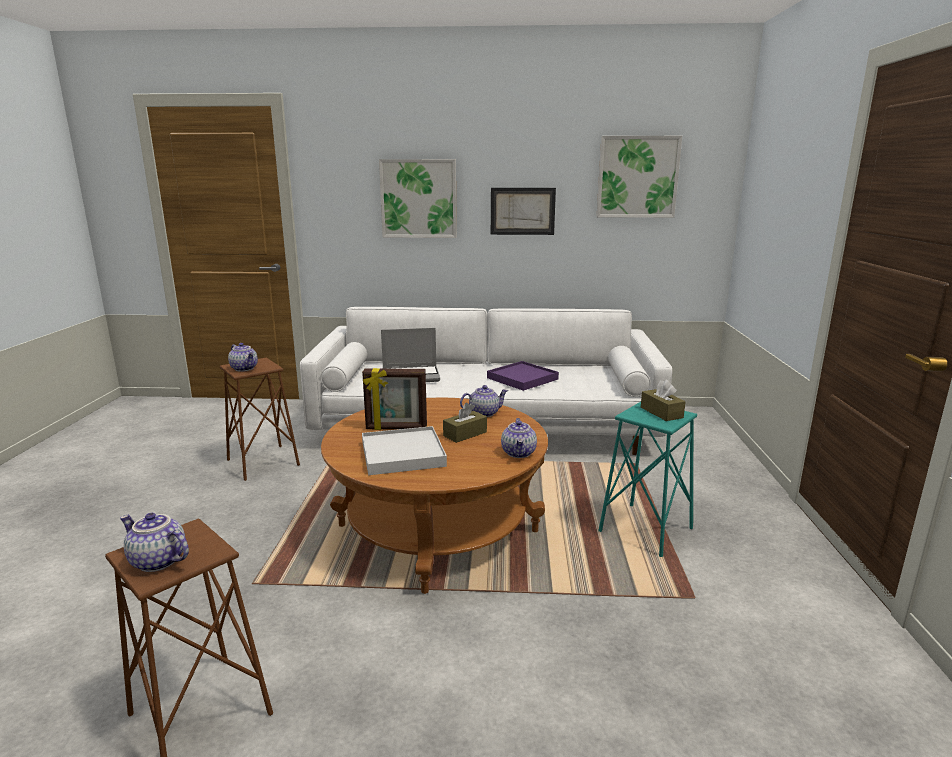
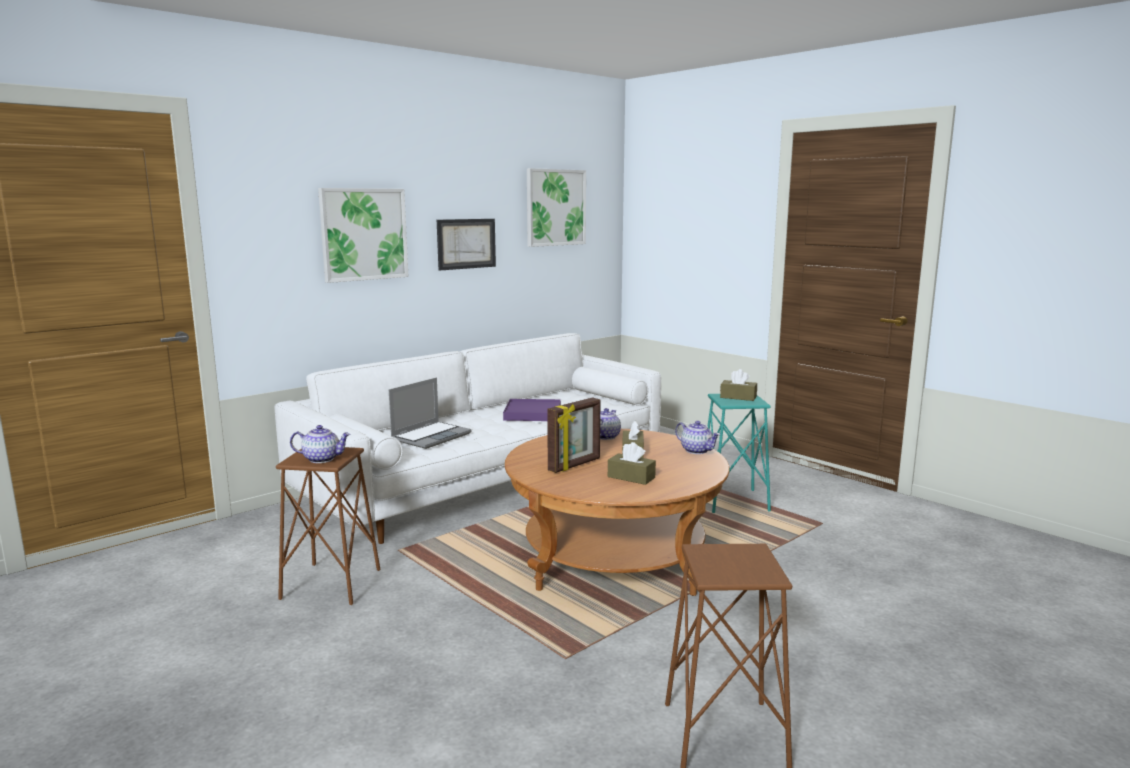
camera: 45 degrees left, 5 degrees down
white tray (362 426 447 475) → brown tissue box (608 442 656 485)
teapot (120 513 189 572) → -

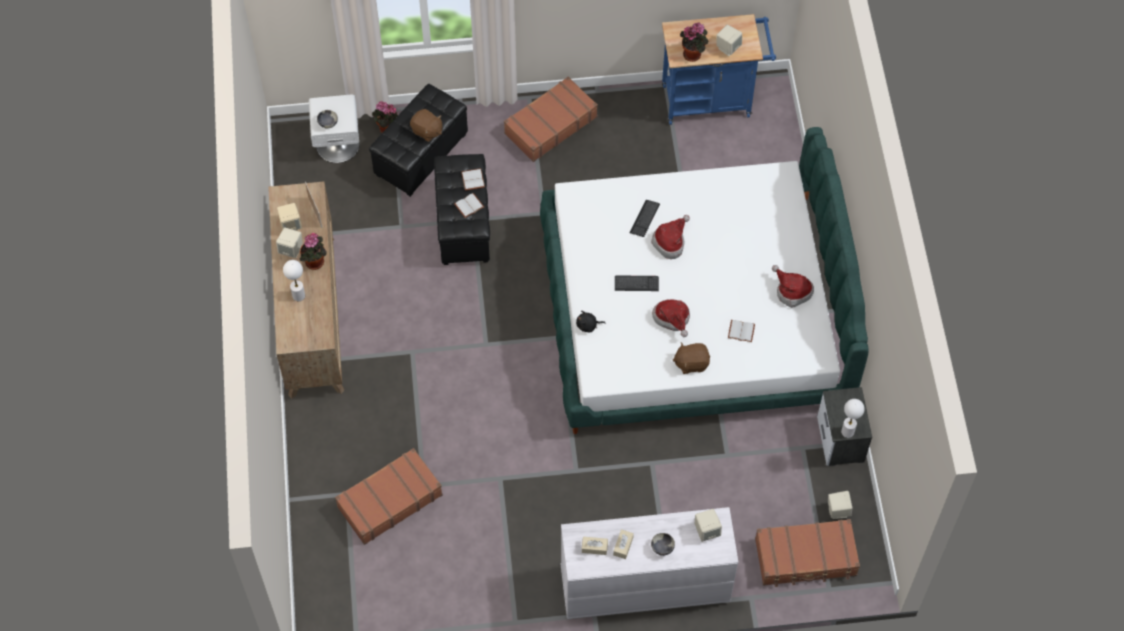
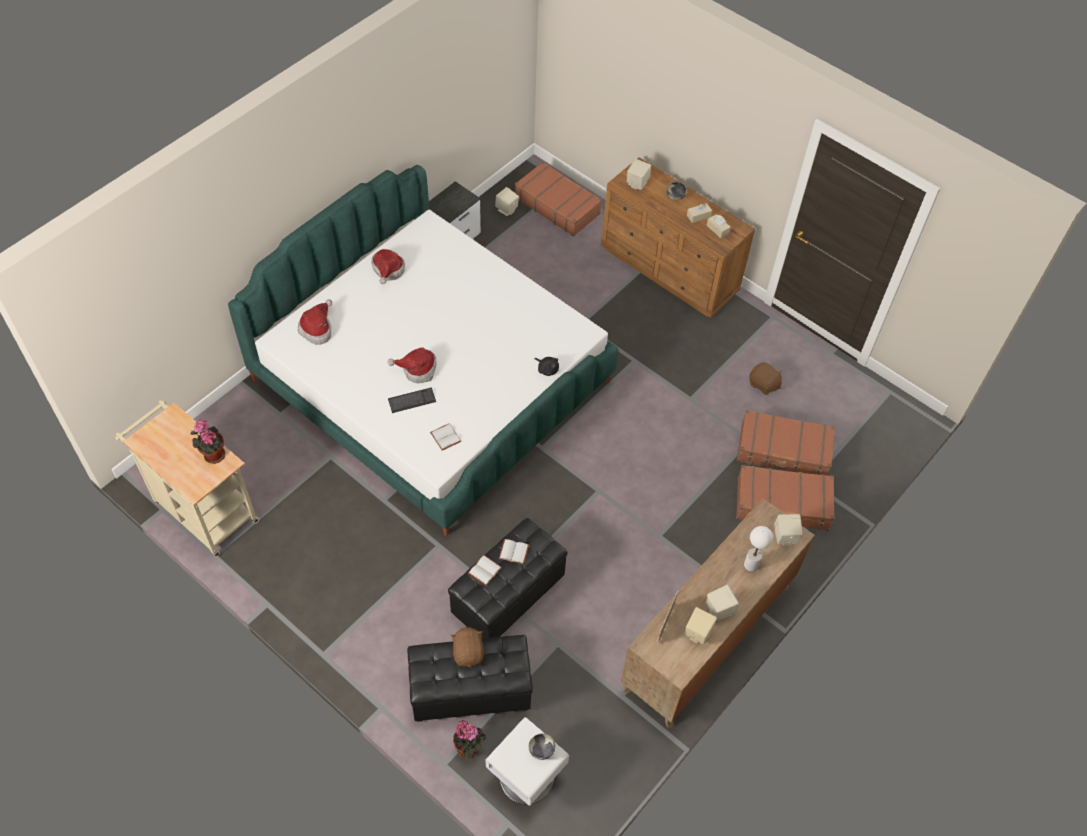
camera: 135 degrees left, 5 degrees down
blue cart (662 14 776 125) → beige cart (115 400 259 557)
beige speaker (716 25 742 56) → beige speaker (774 514 803 546), moved
brown suitcase (504 76 598 162) → brown suitcase (736 465 835 531), moved
potted plant (299 233 327 270) → -
keyboard (615 275 659 291) → -
hat (652 300 690 337) → hat (298 299 332 345), moved
white book (728 320 755 342) → white book (430 423 461 451), moved
brown plush toy (672 342 710 374) → brown plush toy (749 362 782 395), moved
white table lamp (841 399 865 438) → -
white dresser (561 507 738 619) → brown dresser (601 157 755 318)

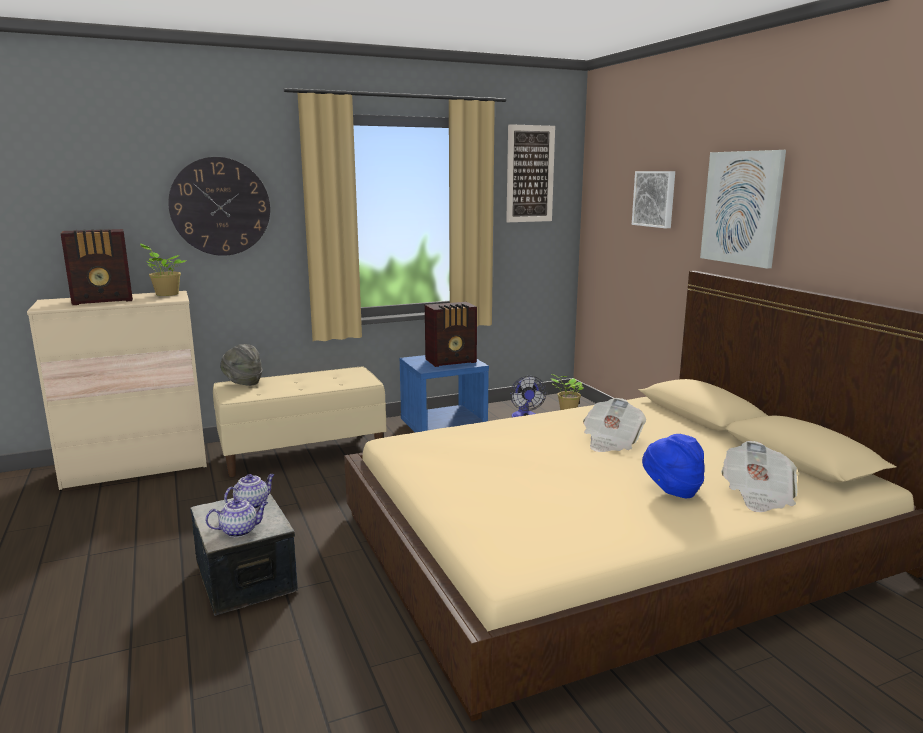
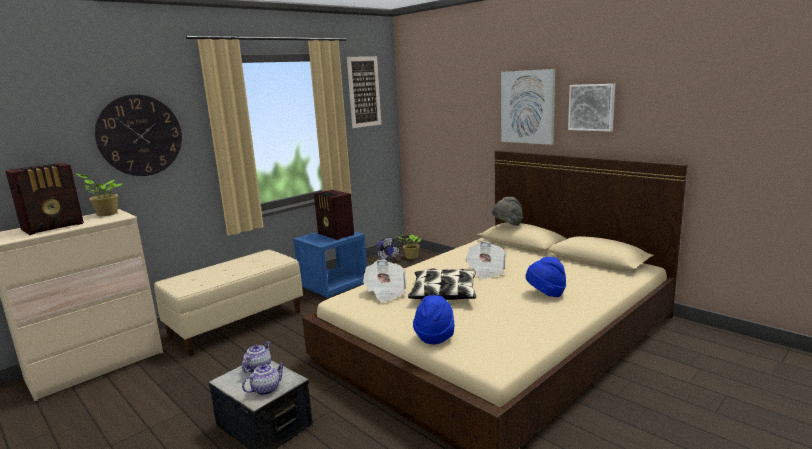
camera: 20 degrees left, 0 degrees up
picture (632 171 675 228) → picture (568 84 615 132), moved
radio (425 302 477 367) → radio (314 190 354 240), 90 degrees clockwise
grey hat (220 344 263 386) → grey hat (492 197 523 226), moved
newspaper (721 441 797 512) → newspaper (362 259 407 302), moved
- → pillow (408 268 476 300)
- → blue hat (413 295 454 344)

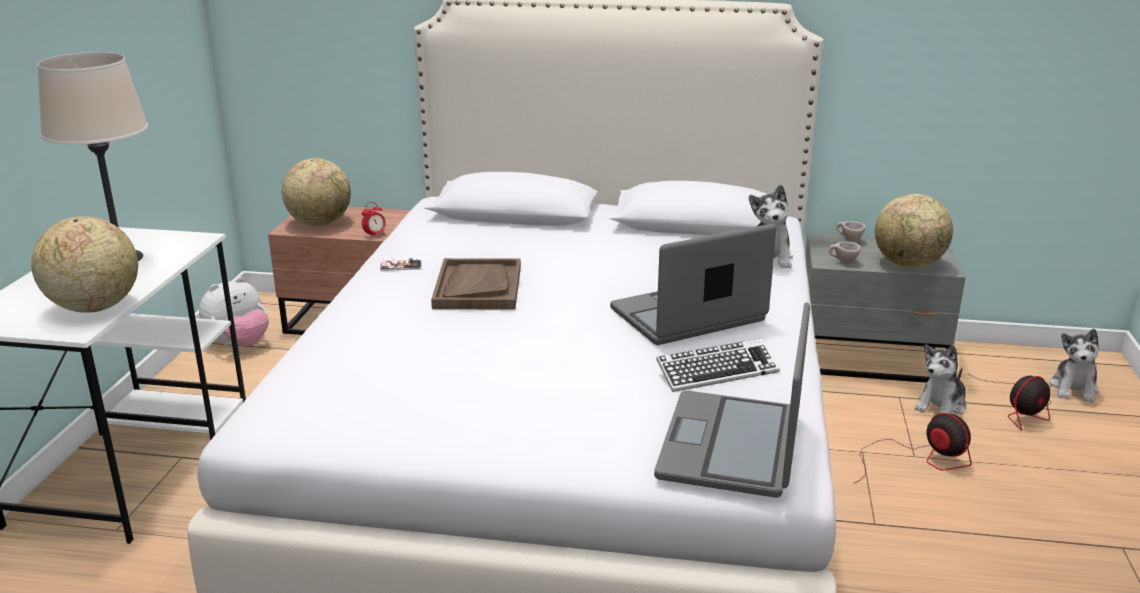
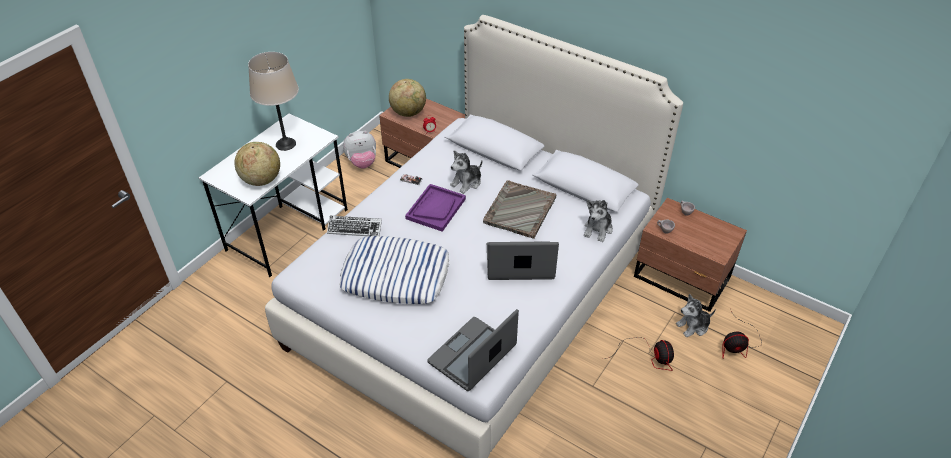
camera: 25 degrees right, 20 degrees up
globe (875 194 953 268) → -
grey nightstand (805 232 966 383) → brown nightstand (634 198 747 312)
brown tray (431 258 521 310) → purple tray (405 184 466 232)
plush toy (1050 329 1099 403) → plush toy (450 150 482 194), moved
keyboard (656 338 780 392) → keyboard (327 216 382 236), moved
- → grey tray (483 180 556 239)
- → pillow (339 236 449 304)

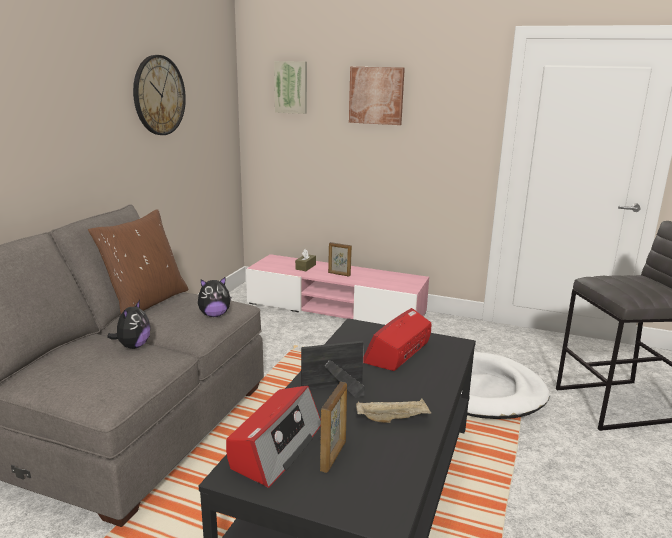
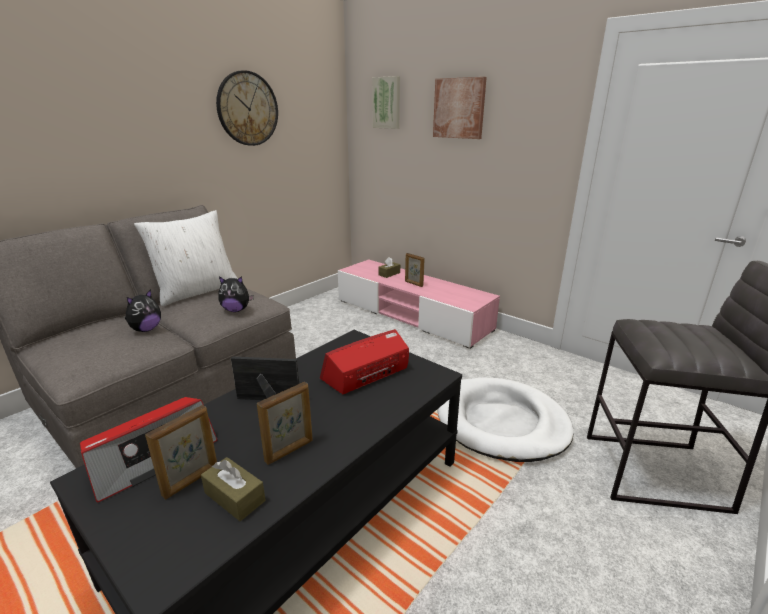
camera: 20 degrees right, 5 degrees up
brown pillow (88 209 189 314) → white pillow (134 210 238 307)
beige tray (356 399 431 423) → picture frame (257 382 313 465)
- → brown tissue box (201 457 266 521)

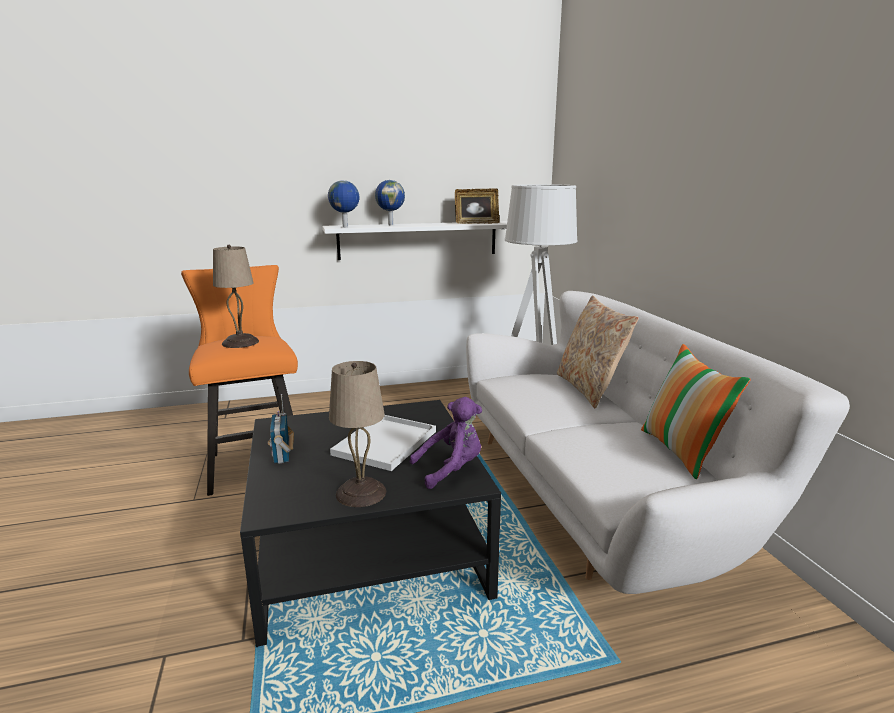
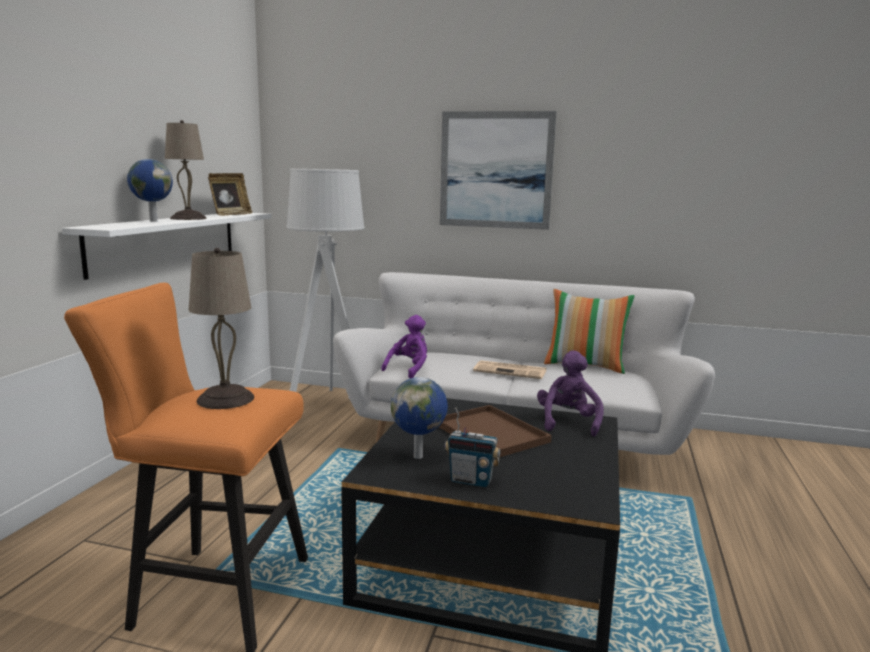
camera: 60 degrees left, 5 degrees down
globe (328 180 359 228) → globe (391 377 448 459), moved
beige pillow (557 295 639 408) → -
beige table lamp (329 361 386 507) → beige table lamp (165 120 207 220), moved
white tray (330 415 436 471) → brown tray (439 405 552 459)
- → picture (440 111 557 230)
- → purple plush toy (381 315 427 379)
- → newspaper (473 360 546 379)

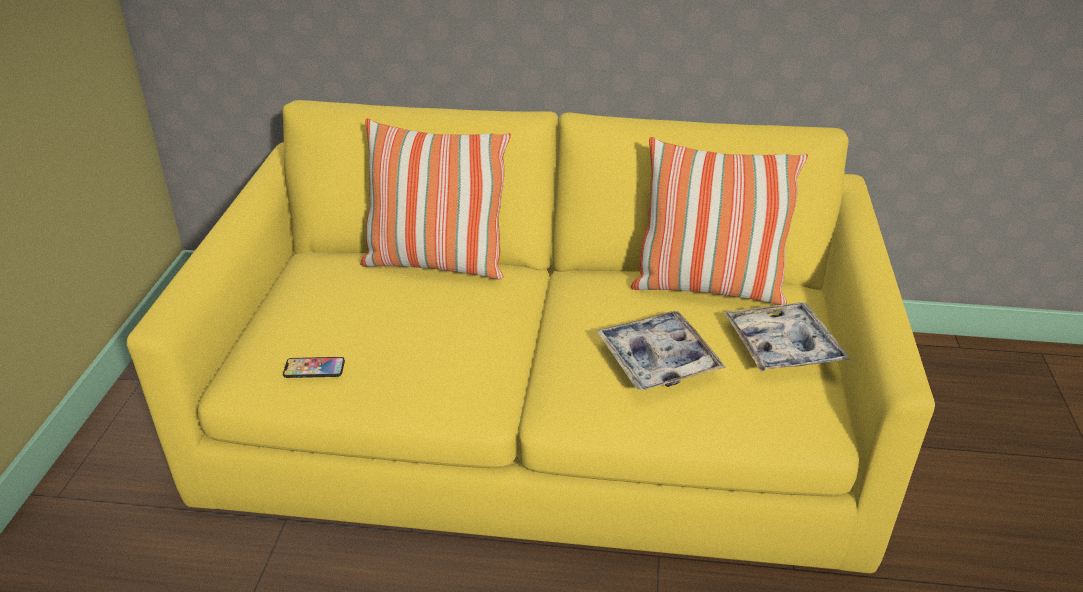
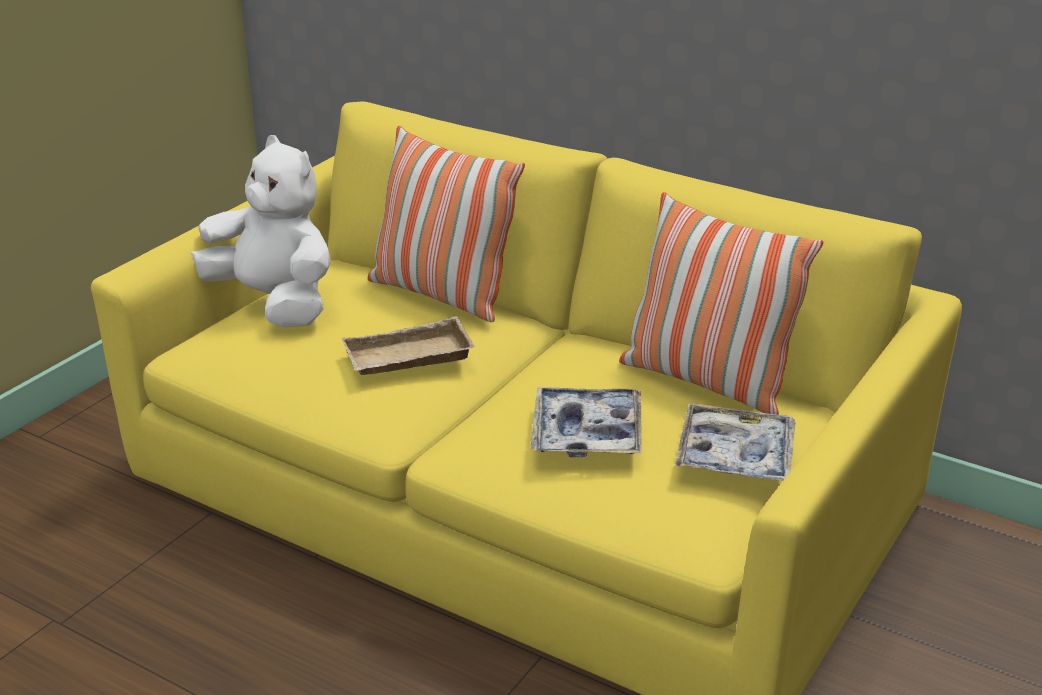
camera: 25 degrees right, 5 degrees down
phone (283 357 345 378) → -
- → white plush toy (190 135 331 328)
- → beige tray (341 316 475 375)

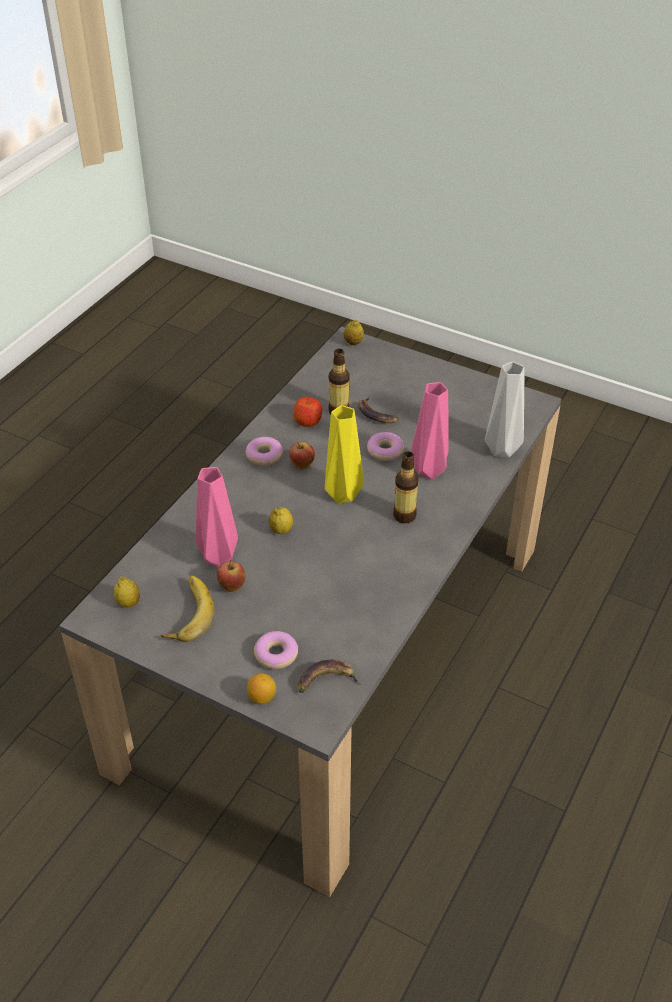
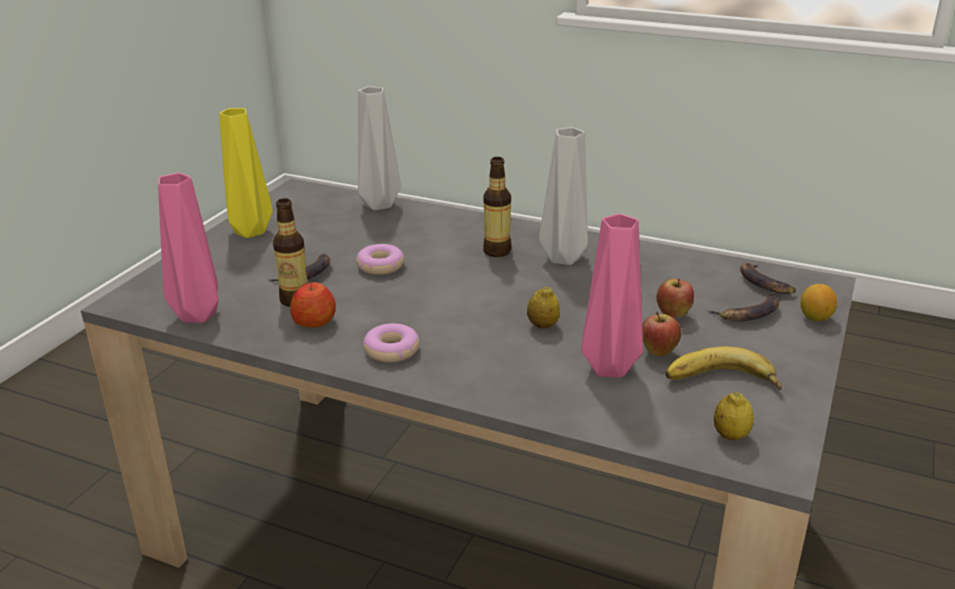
camera: 95 degrees left, 15 degrees down
lemon (344 320 364 345) → -
pink vase (411 382 449 479) → pink vase (158 173 218 323), moved
yellow vase (325 405 364 503) → yellow vase (219 108 273 238), moved
apple (289 442 315 469) → apple (657 278 694 317), moved
donut (254 631 298 669) → banana (707 295 779 321)
- → grey vase (539 127 588 265)

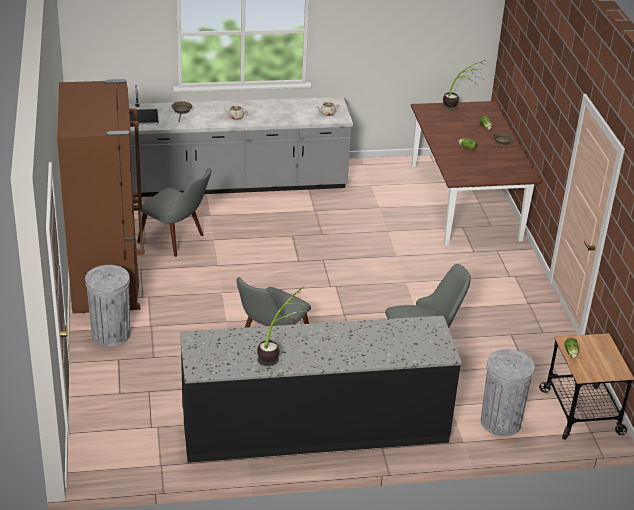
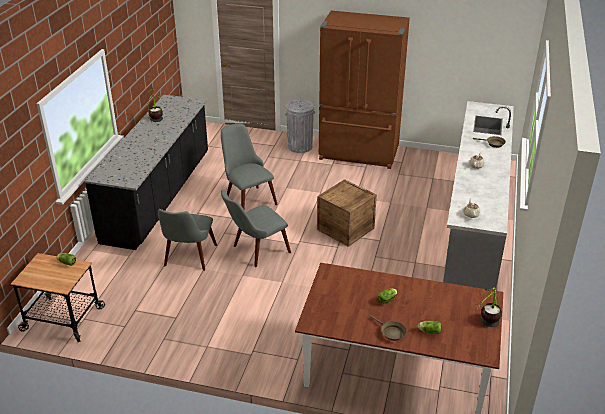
camera: 115 degrees right, 0 degrees up
grey chair (137 168 211 257) → grey chair (221 190 291 267), moved
grey trash can (481 349 535 436) → -
- → crate (317 179 377 247)

